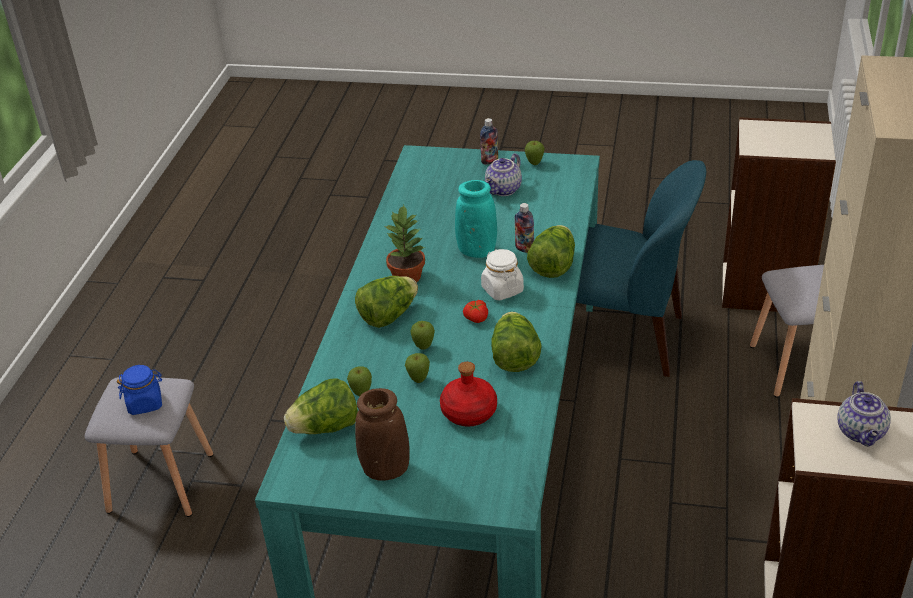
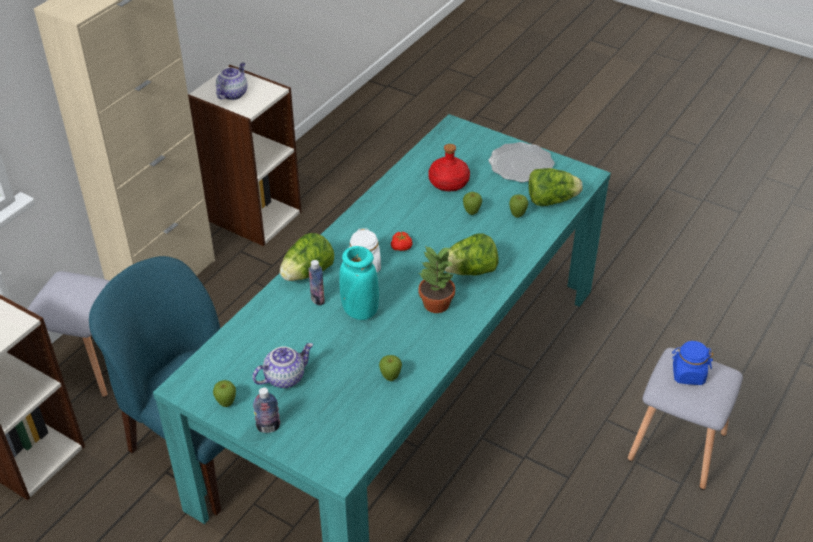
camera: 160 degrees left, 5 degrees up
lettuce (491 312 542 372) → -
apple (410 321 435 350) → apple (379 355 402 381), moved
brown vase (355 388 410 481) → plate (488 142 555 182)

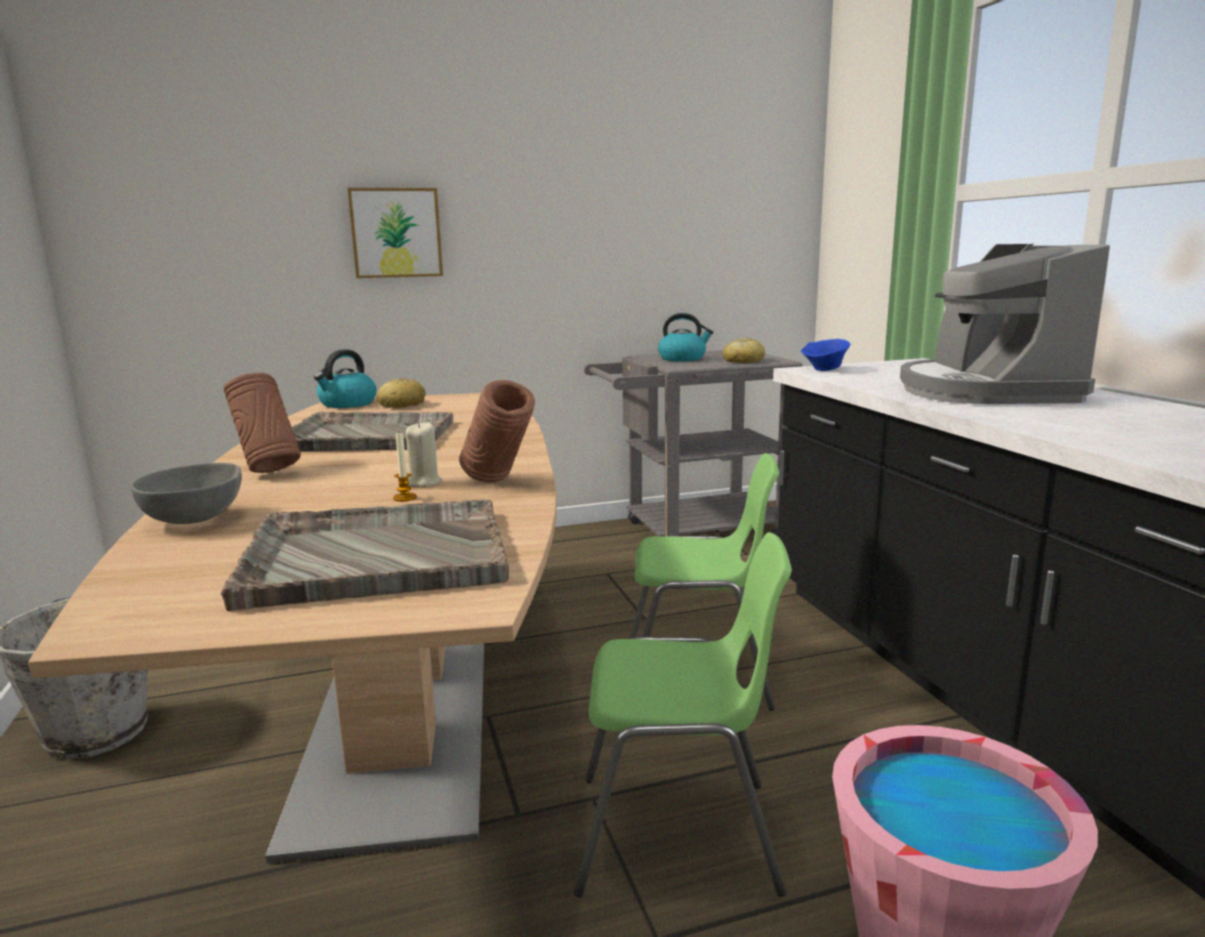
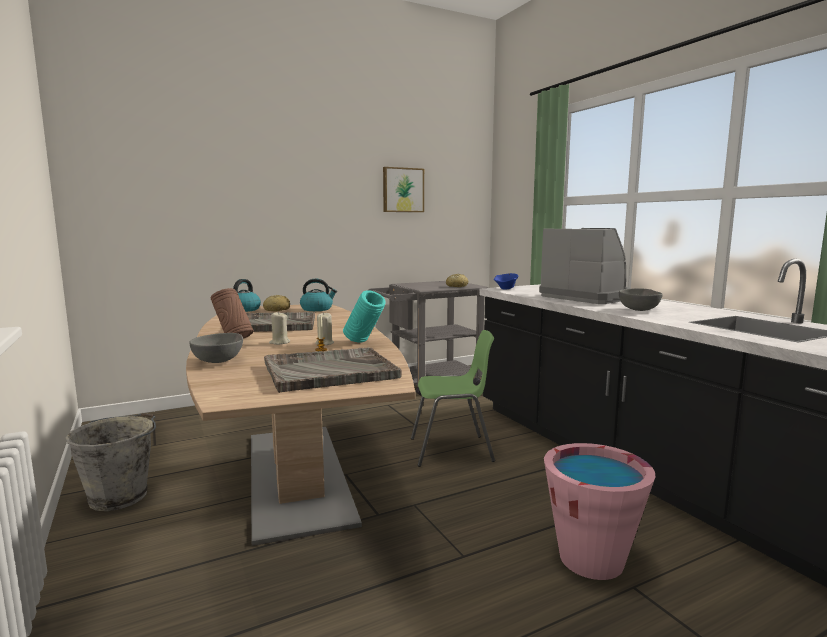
camera: 10 degrees left, 5 degrees down
picture (347 188 443 278) → picture (383 167 424 212), moved
coffee machine (900 244 1110 404) → coffee machine (539 228 631 304), 150 degrees clockwise
kettle (658 313 713 361) → kettle (300 279 337 311), moved
brown vase (459 380 535 482) → turquoise vase (343 290 386 343)
green chair (574 532 792 897) → -
- → grey bowl (619 288 663 311)
- → beige candle (269 311 290 345)

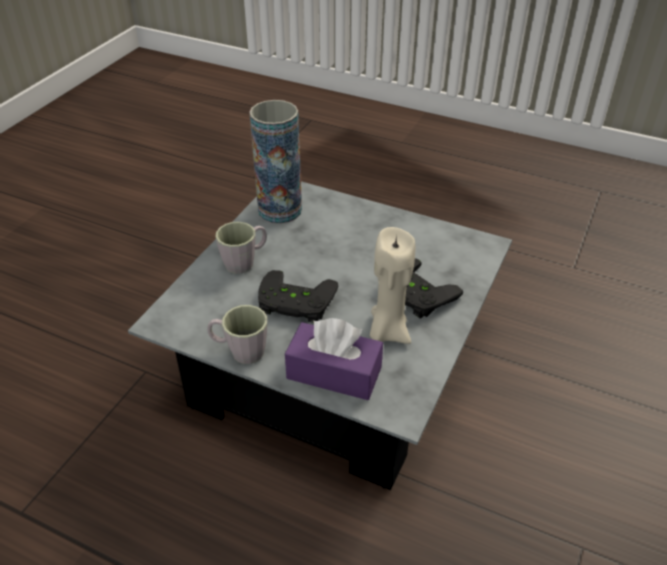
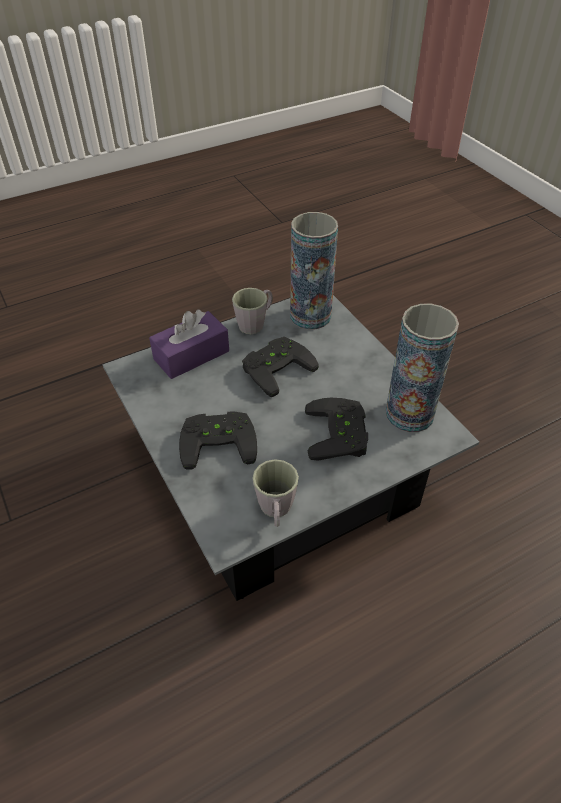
camera: 125 degrees right, 5 degrees up
grey mug (216 222 267 274) → grey mug (252 459 299 527), moved
beige candle (370 227 415 344) → -
- → vase (290 212 338 330)
- → black game controller (305 398 368 461)

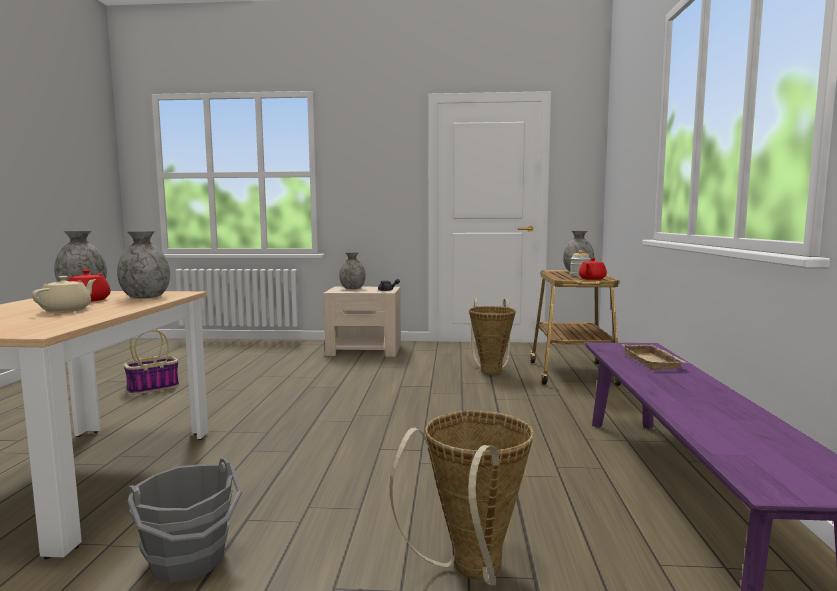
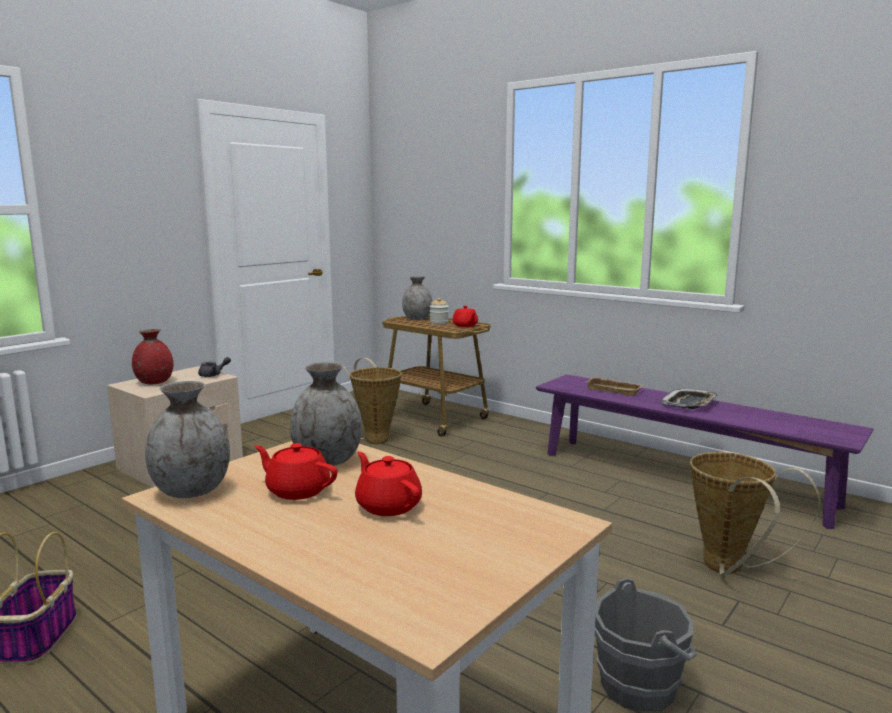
camera: 55 degrees left, 5 degrees up
grey vase (339 252 366 289) → red vase (132 329 173 384)
beige teapot (32 276 96 313) → red teapot (355 452 422 516)
- → tray (661 388 718 409)

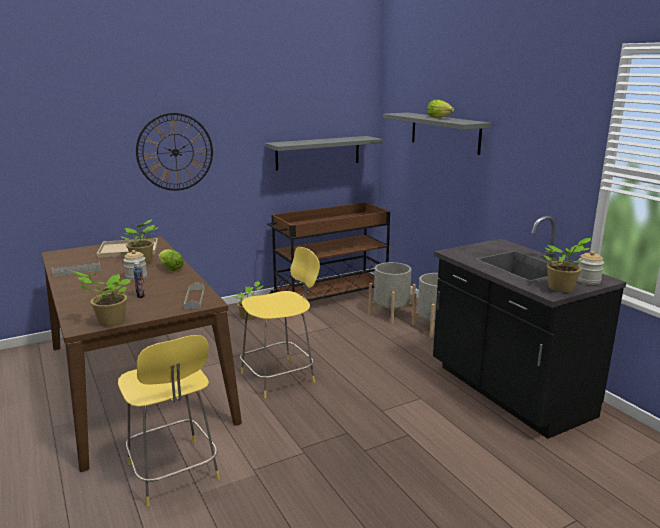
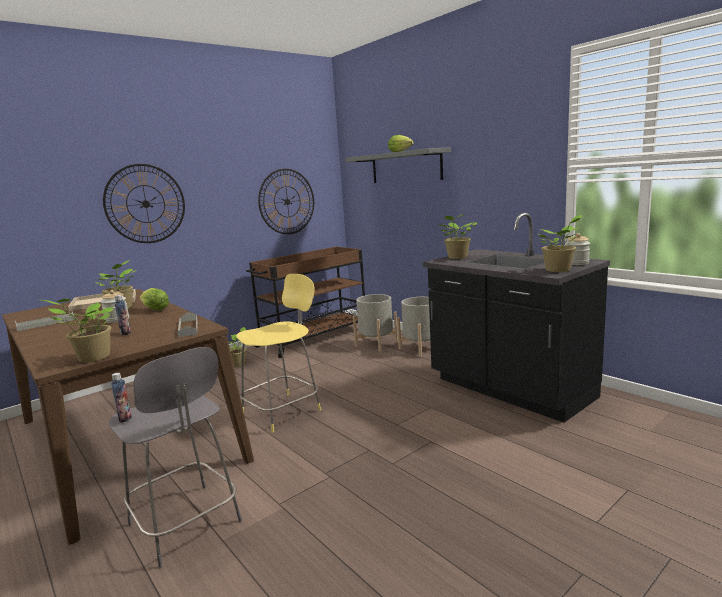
camera: 10 degrees left, 5 degrees down
grey shelf (265 136 382 171) → wall clock (258 169 314 234)
yellow stool (118 335 220 506) → grey stool (109 347 242 568)
- → potted plant (439 214 477 259)
- → bottle (111 373 132 423)

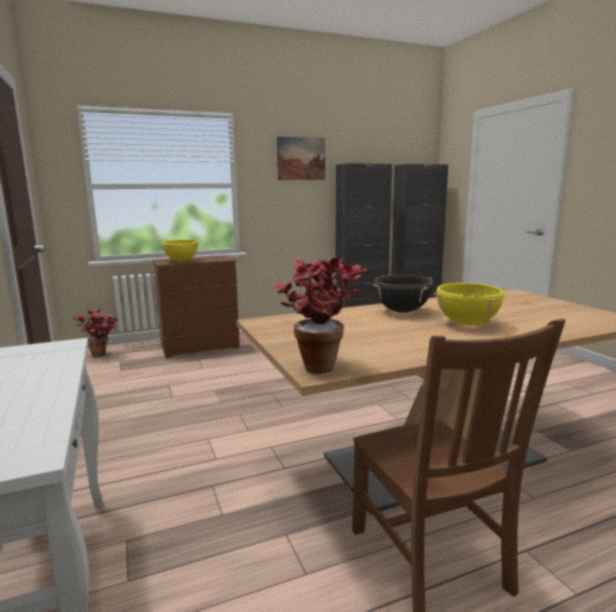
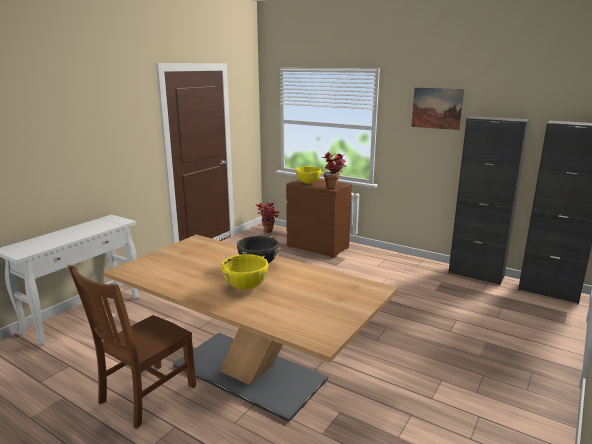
camera: 55 degrees right, 5 degrees up
potted plant (273 257 367 374) → potted plant (321 152 346 189), moved

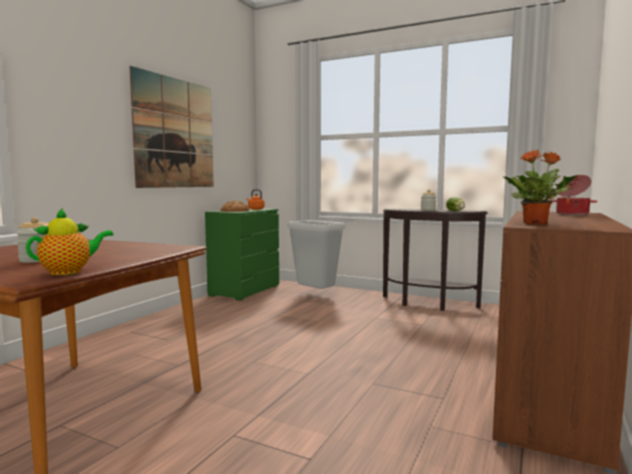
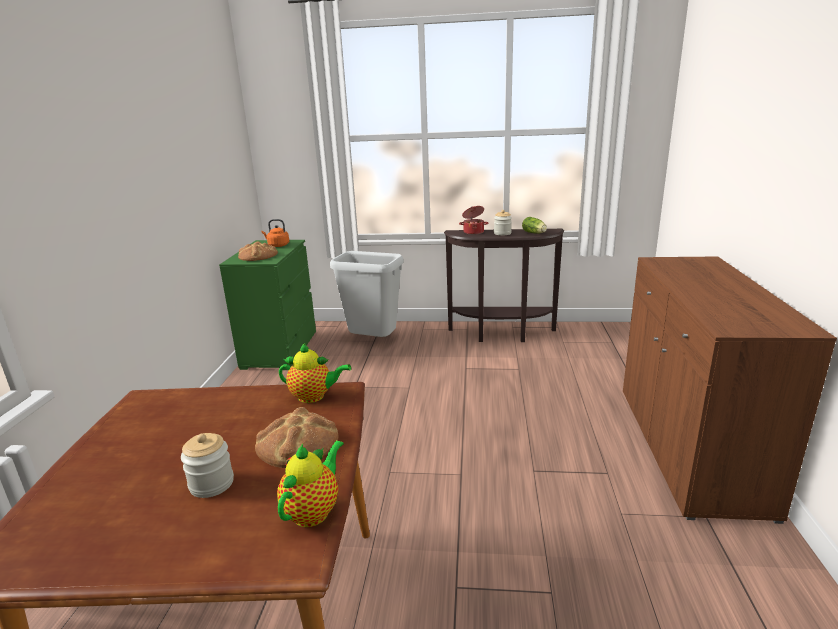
camera: 20 degrees left, 15 degrees up
picture (129 66 214 188) → -
potted plant (504 150 578 225) → -
cooking pot (550 175 597 215) → cooking pot (459 206 488 235), moved
- → teapot (279 343 351 403)
- → bread (255 407 338 468)

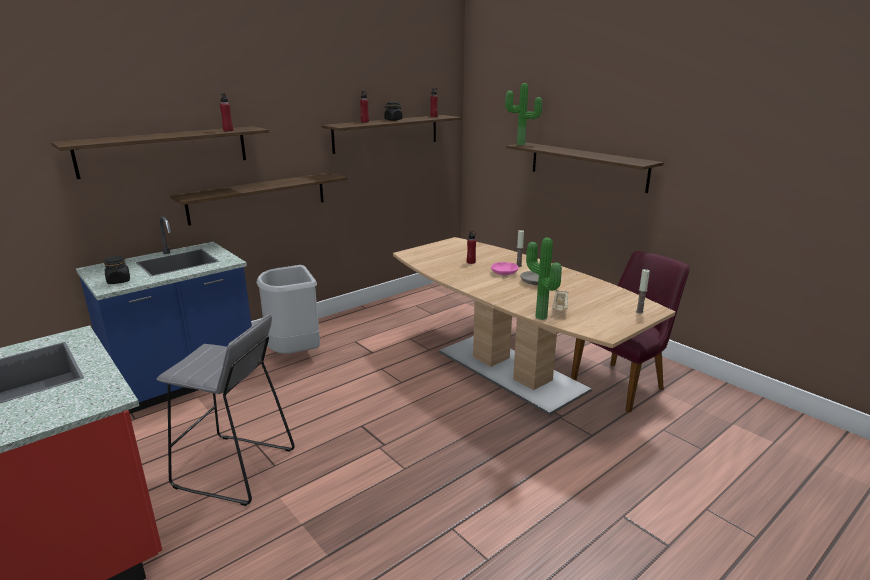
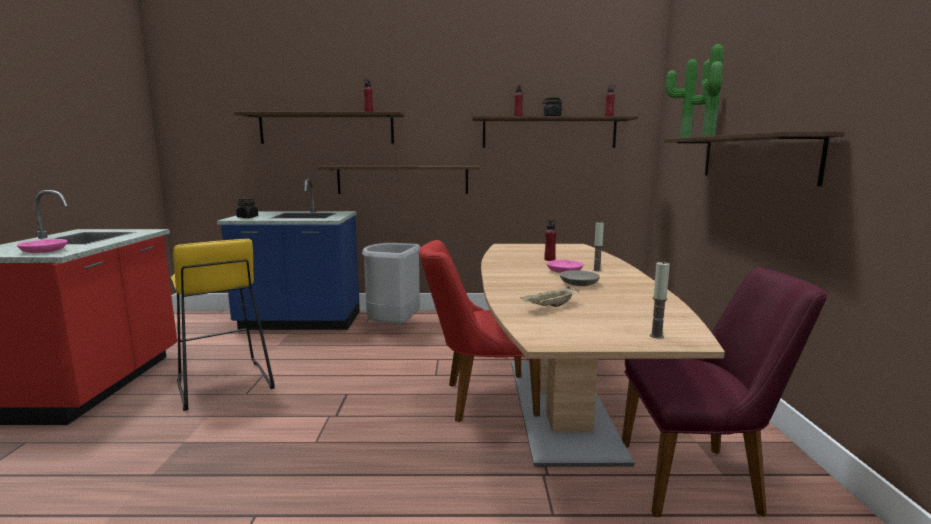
camera: 40 degrees right, 10 degrees down
potted plant (526 237 562 320) → potted plant (702 44 724 136), moved
grey stool (156 314 295 506) → yellow stool (171 239 275 411)
- → pink bowl (17 239 68 253)
- → red chair (419 240 540 422)

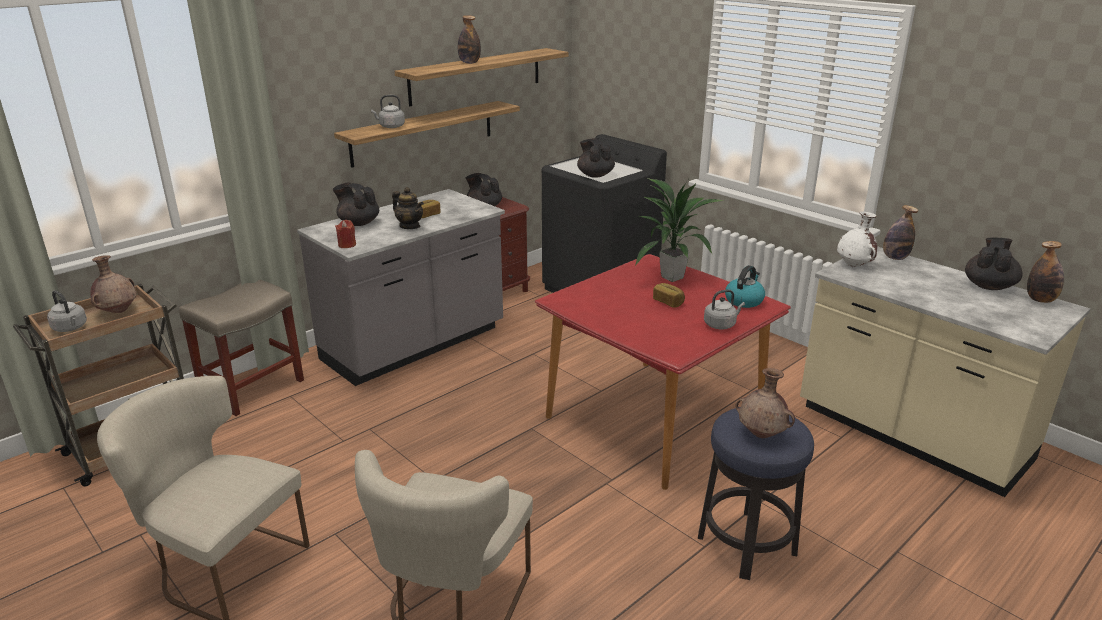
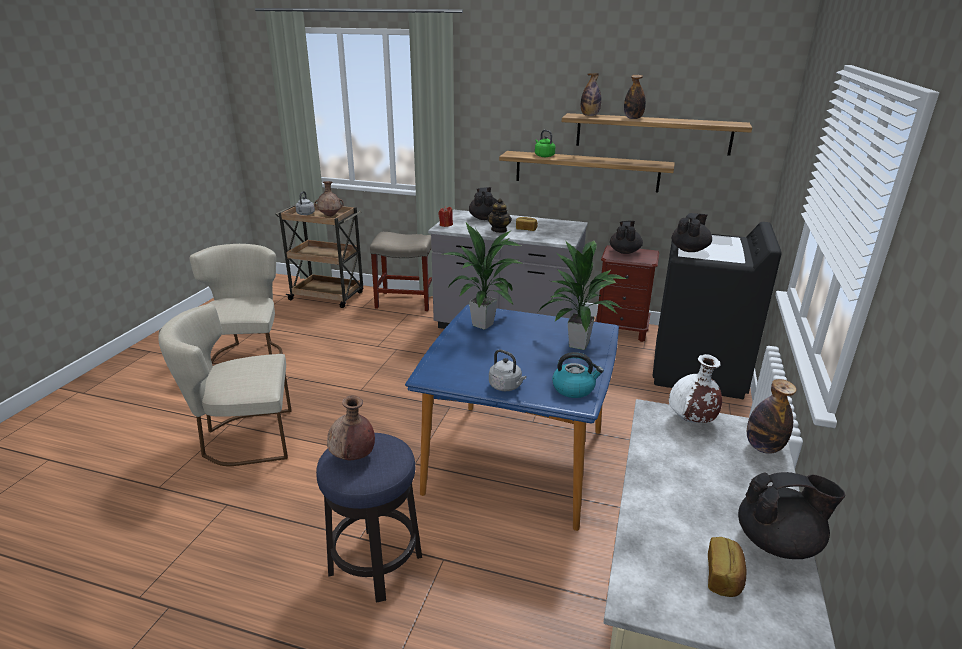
camera: 60 degrees right, 0 degrees up
grey kettle (371 95 405 128) → green kettle (535 130 555 157)
bottle (1027 241 1064 303) → bottle (581 73 602 116), moved
red dining table (535 254 791 490) → blue dining table (405 305 619 531)
bread (653 283 685 308) → bread (708 537 747 597), moved
- → potted plant (443 222 521 330)

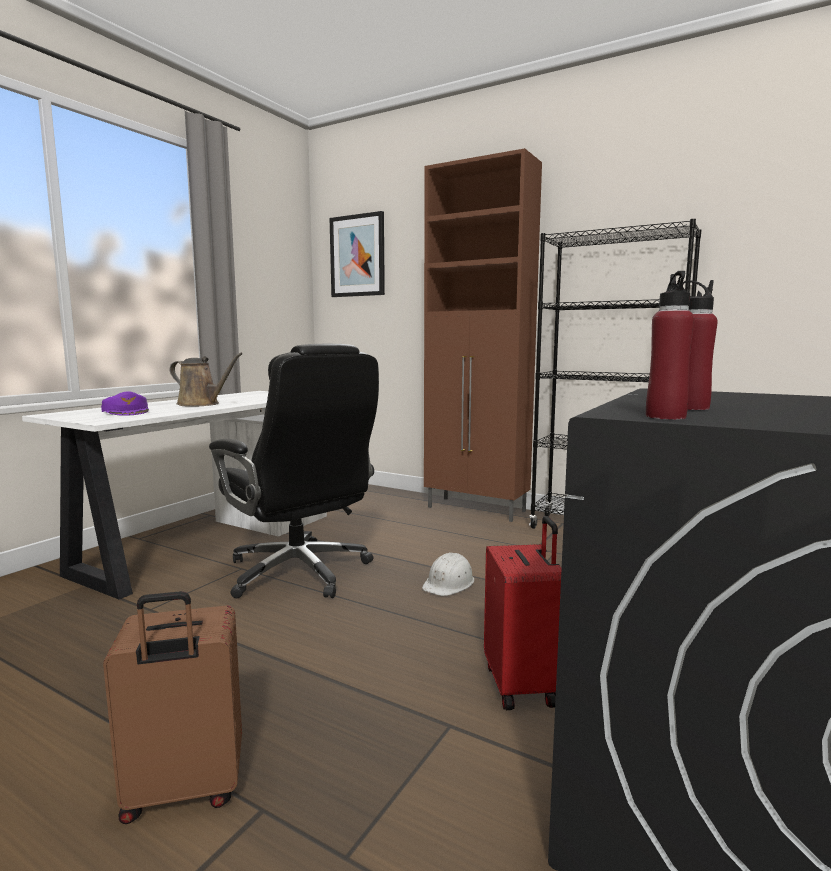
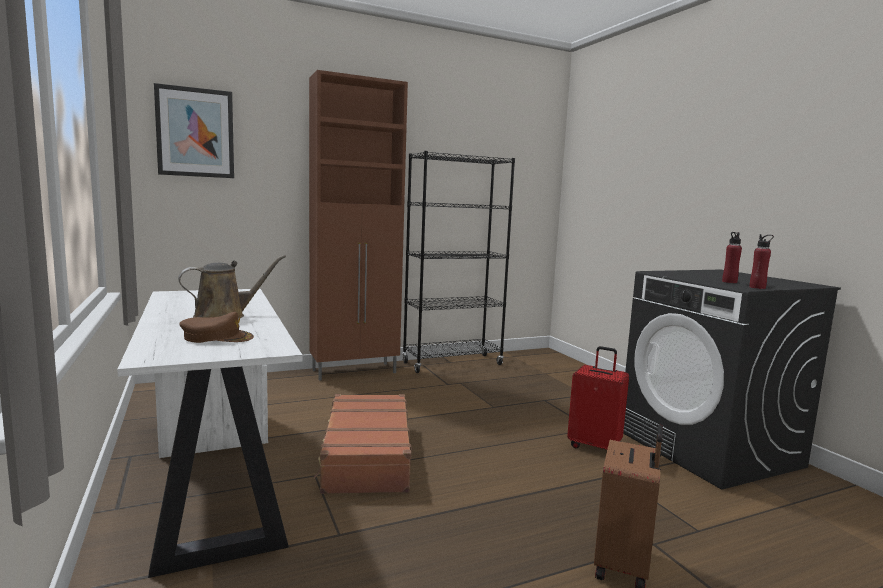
camera: 55 degrees left, 0 degrees up
black office chair (209 344 379 598) → brown suitcase (314 394 412 494)
purple cap (101 392 149 416) → brown cap (179 312 254 343)
white hard hat (422 552 474 596) → -

